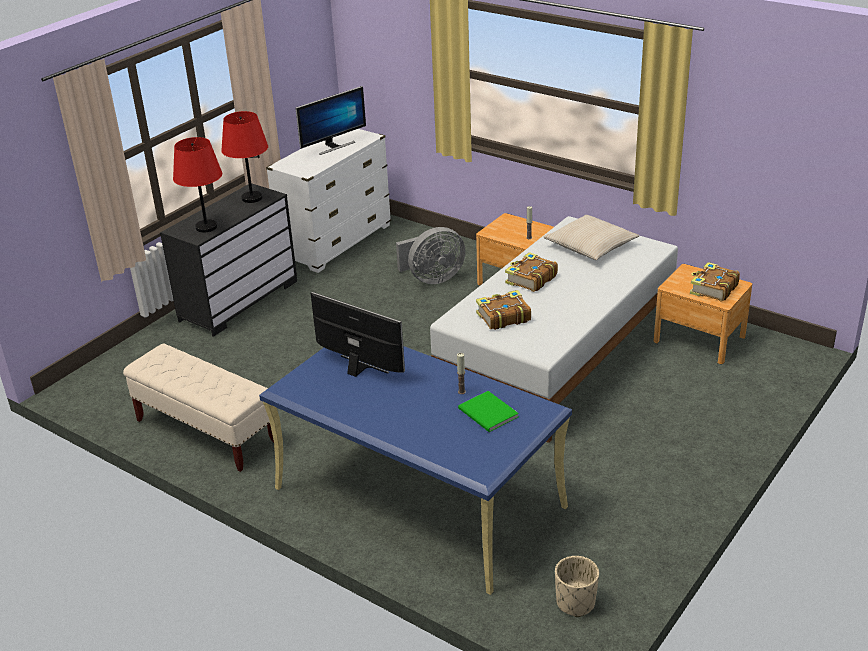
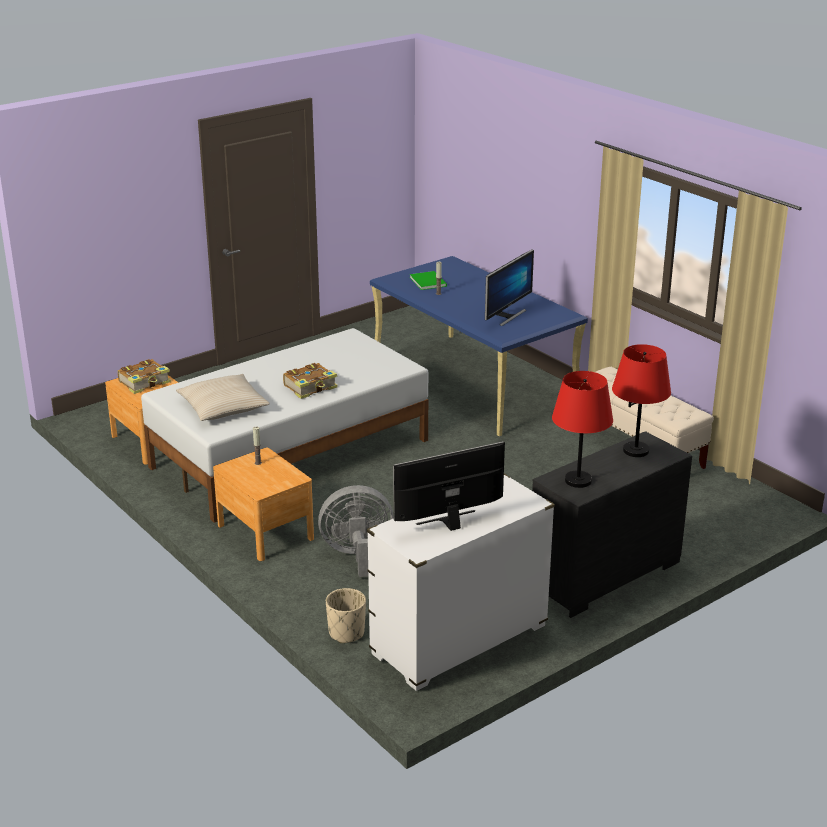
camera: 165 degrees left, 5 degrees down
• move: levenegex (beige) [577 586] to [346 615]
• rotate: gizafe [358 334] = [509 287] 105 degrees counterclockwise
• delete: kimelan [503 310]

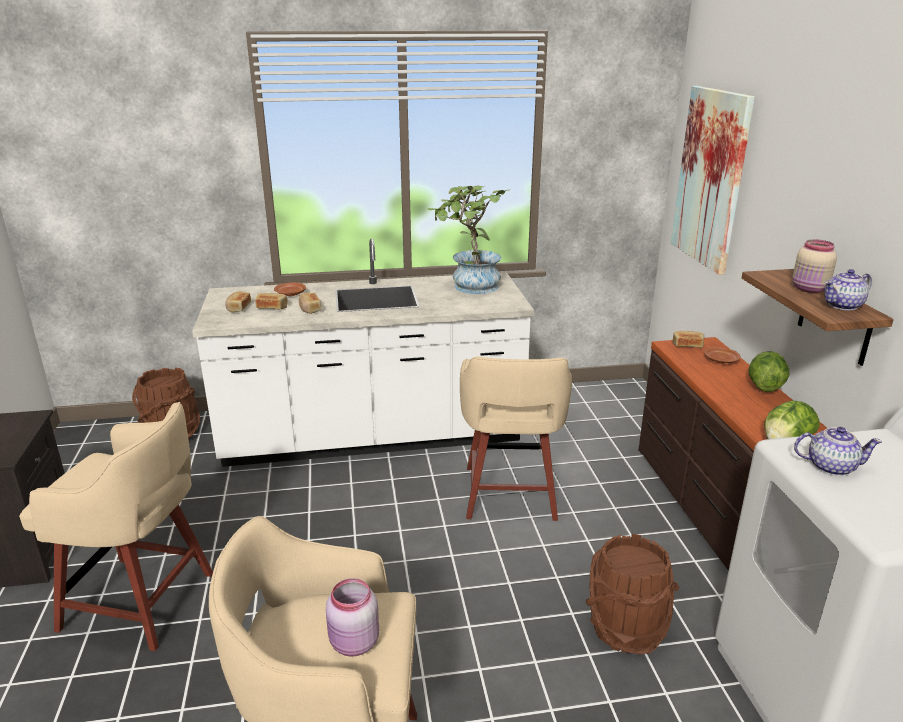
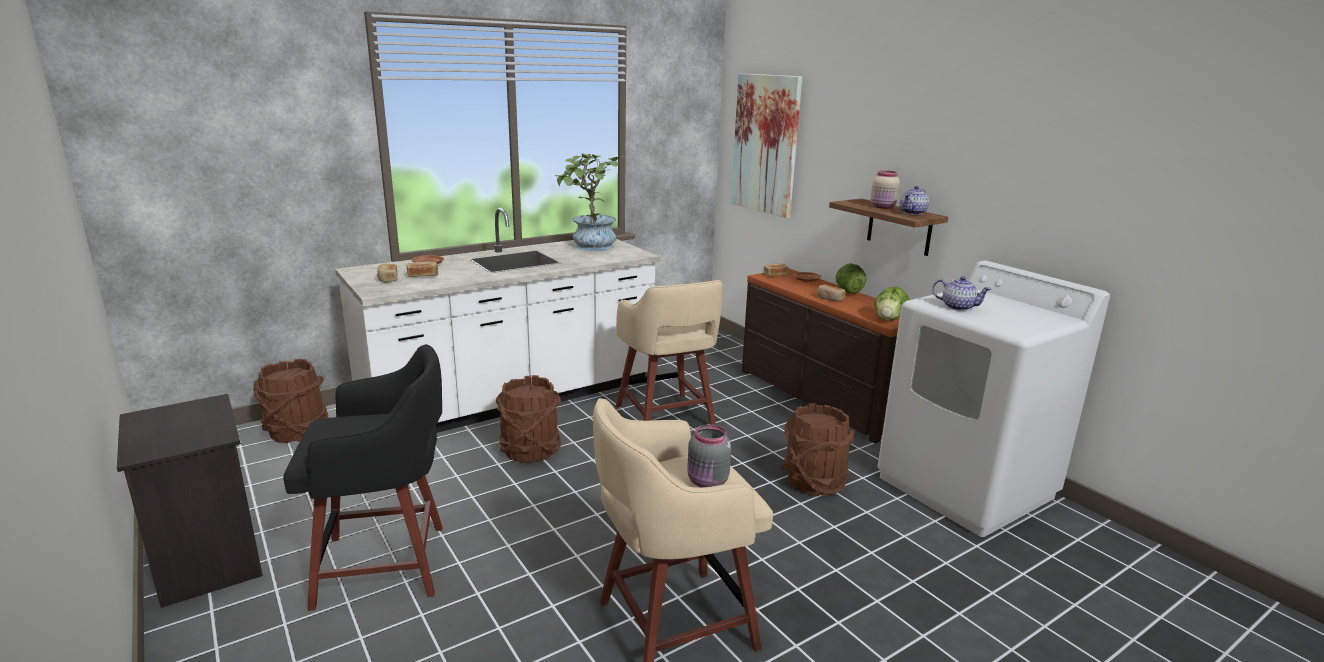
camera: 25 degrees left, 5 degrees down
• recolor: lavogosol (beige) [116 526] to lavogosol (black) [363 477]
• insert: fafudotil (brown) [529 419]
• recolor: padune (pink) [352 617] to padune (grey) [709 455]
• move: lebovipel [310 303] to [831 293]
• rotate: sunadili [838 451] = [962 293] 45 degrees clockwise

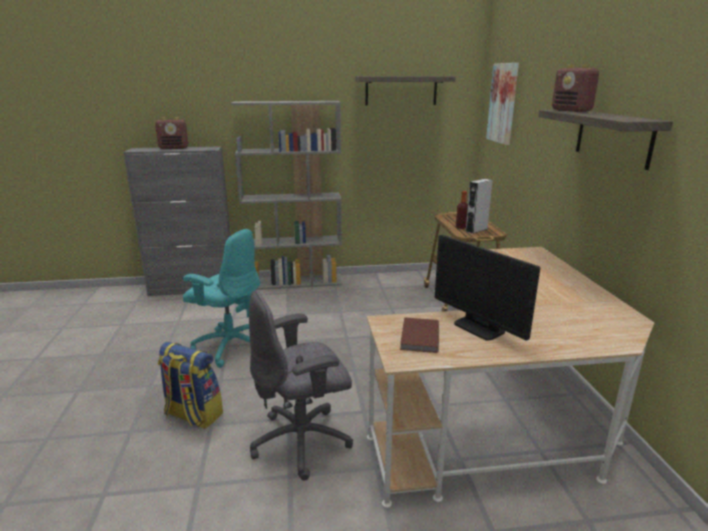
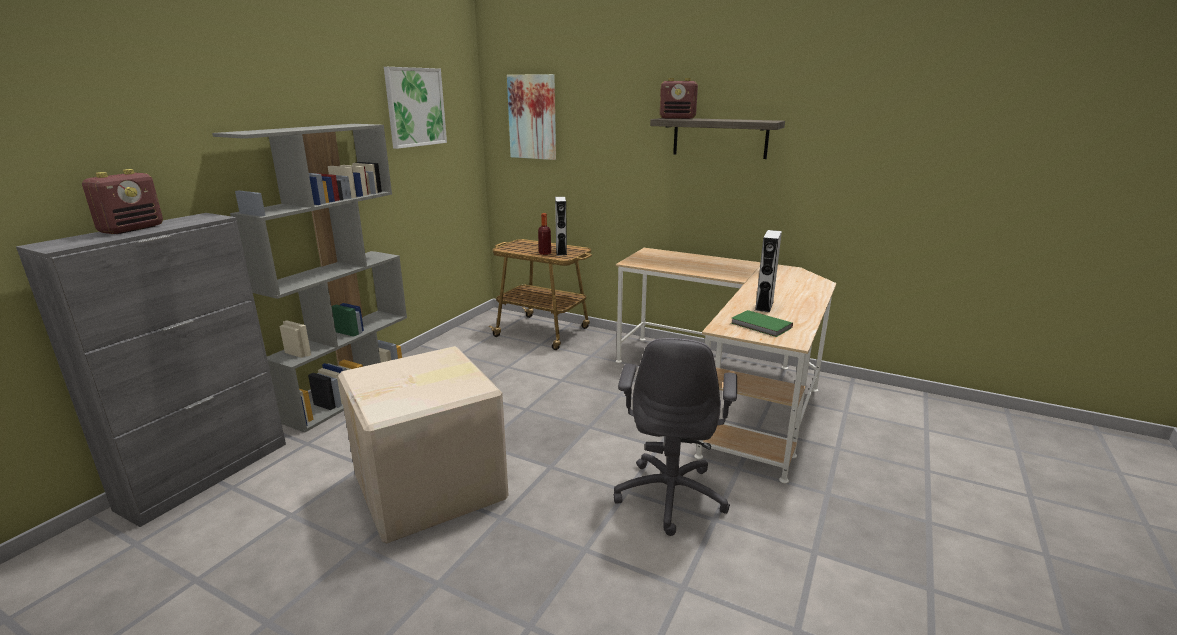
camera: 55 degrees left, 0 degrees up
• replace: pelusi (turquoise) [221 298] to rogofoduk [423 444]
• replace: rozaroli [405 90] to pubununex [415 108]
• recolor: kimelan (brown) [419 335] to kimelan (green) [762 323]
• replace: gizafe [487 288] to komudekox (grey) [768 271]
• delete: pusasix [190 385]

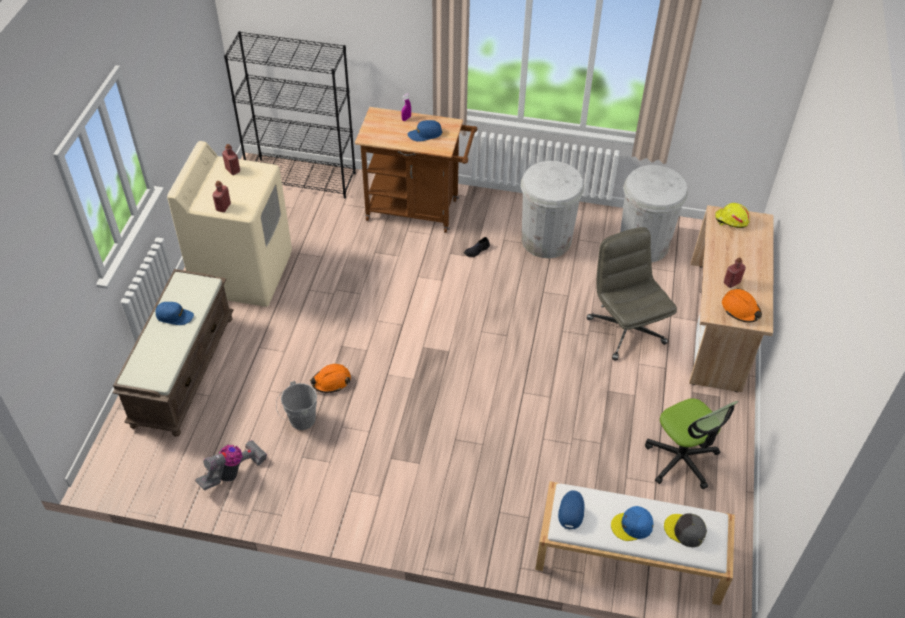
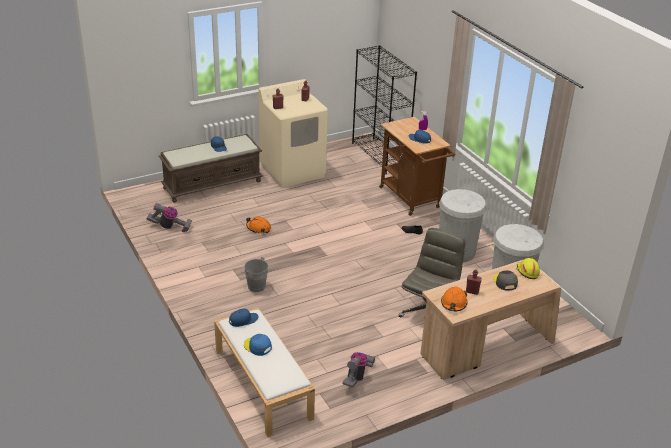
camera: 50 degrees right, 15 degrees down
• move: fafudotil (grey) [296 405] to [254 274]
• replace: pelusi [691 443] to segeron [358 369]
• move: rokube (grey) [685 530] to [506 280]

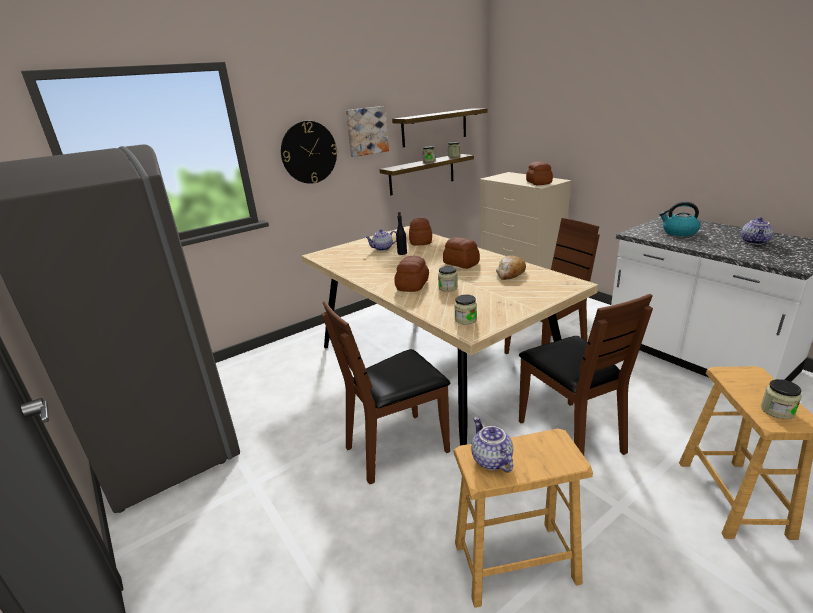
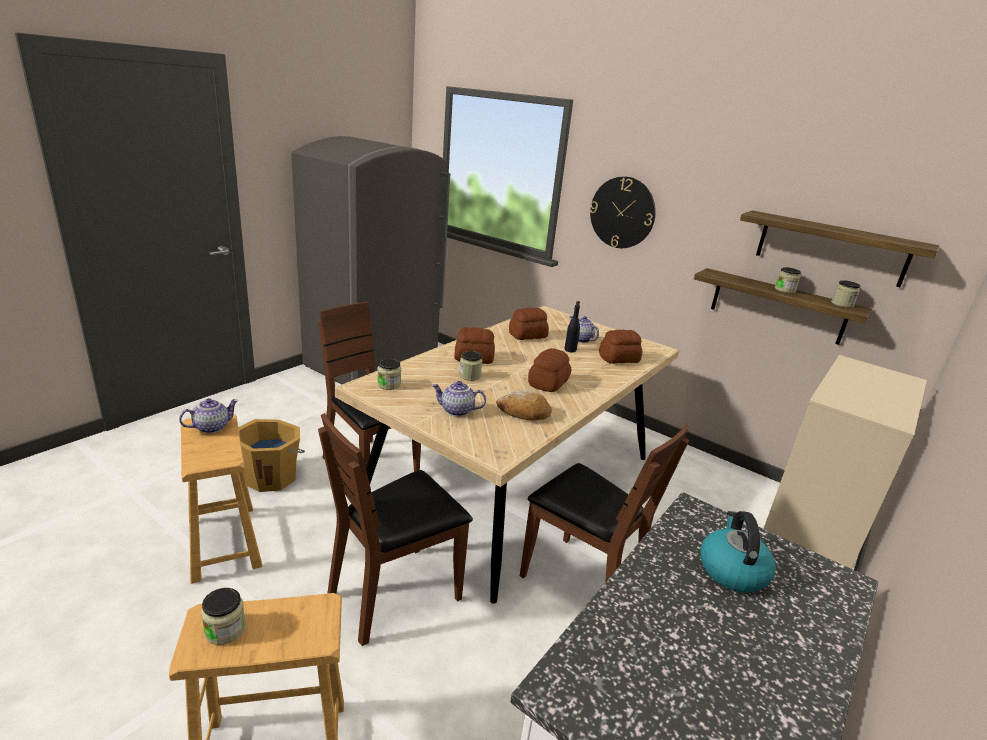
camera: 70 degrees right, 0 degrees up
• insert: fafudotil (orange) [271 455]
• move: sunadili [757 231] to [459 399]
• move: lebovipel [539 173] to [529 324]
• delete: pubununex [367 131]

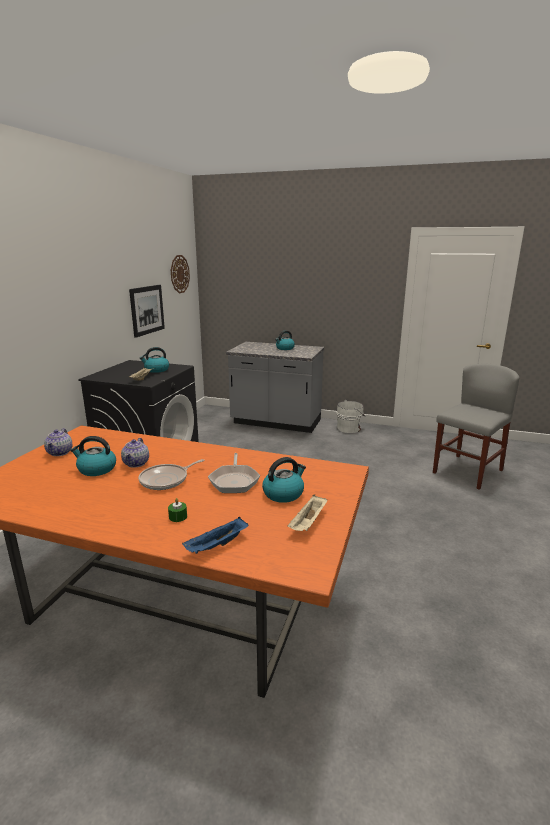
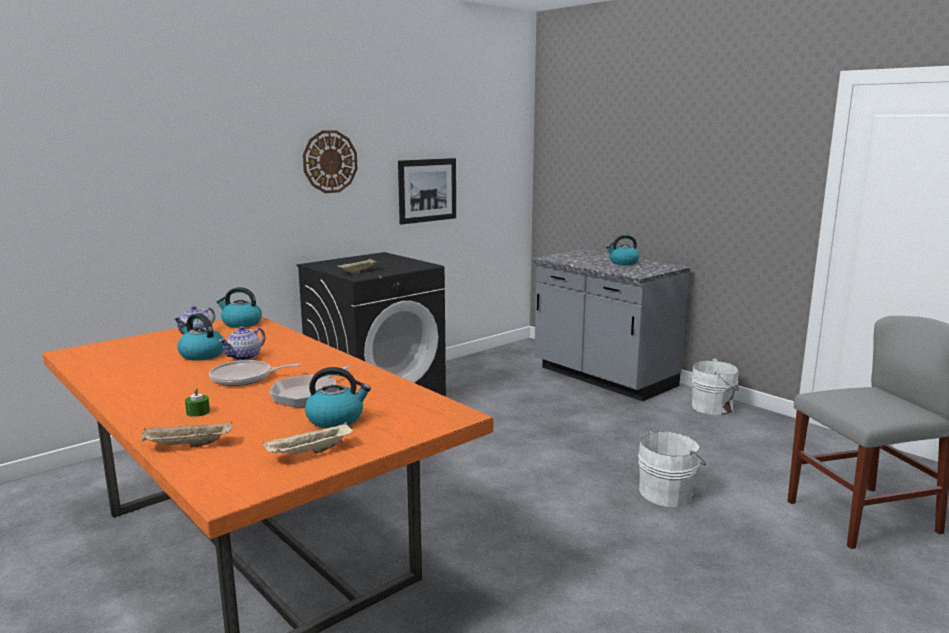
camera: 30 degrees right, 5 degrees down
• recolor: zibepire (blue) [215 535] to zibepire (beige) [186 434]
• move: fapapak [154 360] to [239 307]
• move: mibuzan [180 274] to [330 161]
• insert: fafudotil (white) [672 468]

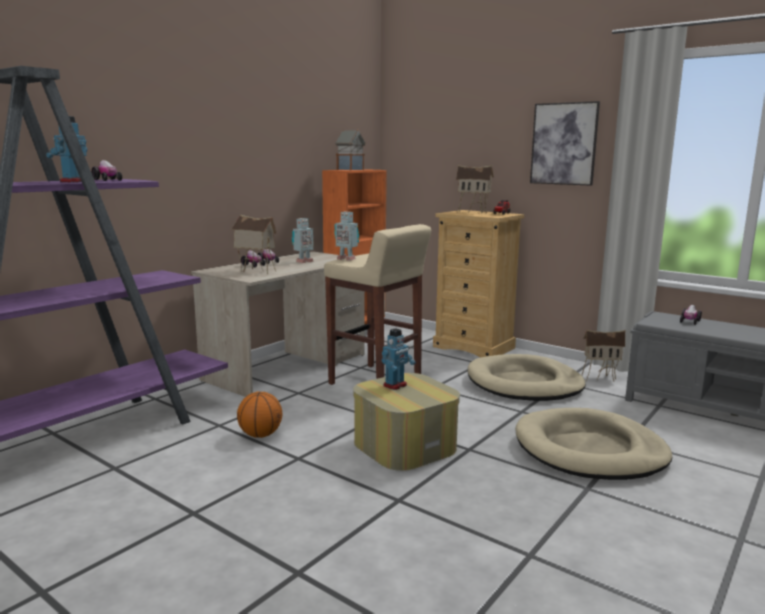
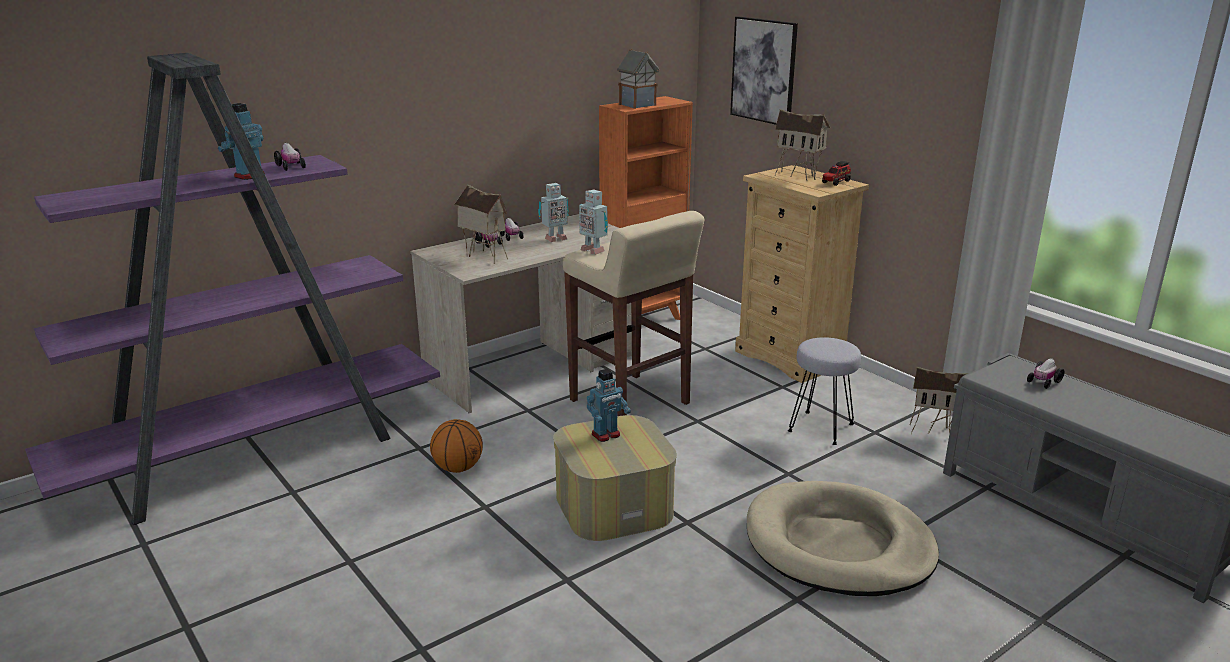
camera: 15 degrees right, 10 degrees up
• move: pubununex [565 143] to [764 70]
• replace: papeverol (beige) [527 377] to lavogosol (grey) [824 391]

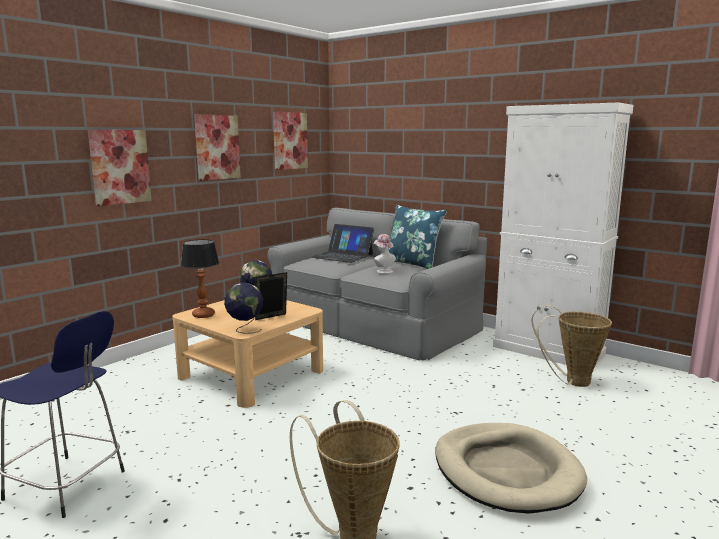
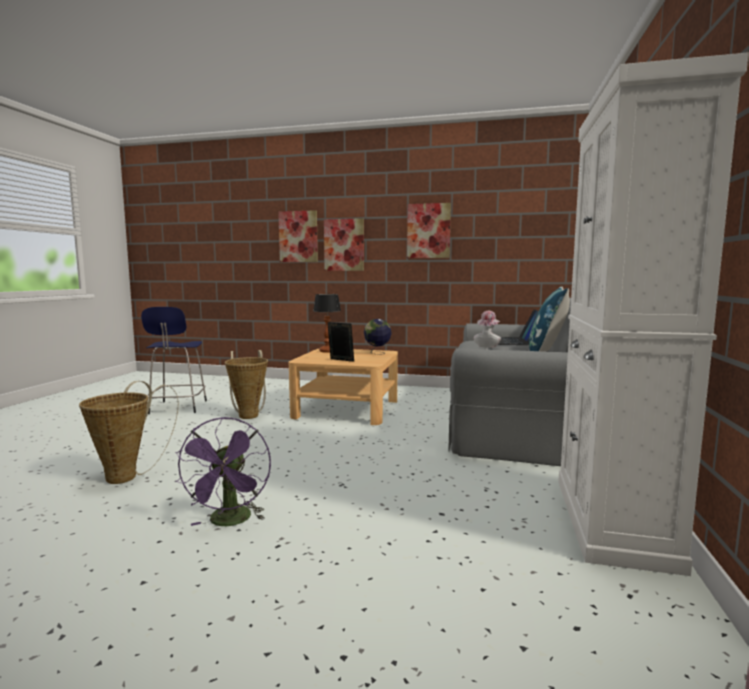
camera: 65 degrees right, 5 degrees down
• replace: papeverol (beige) [511 468] to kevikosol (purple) [223 471]
• move: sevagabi [572 346] to [246 384]
• move: pubununex [290 141] to [298 236]
• delete: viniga [243 308]

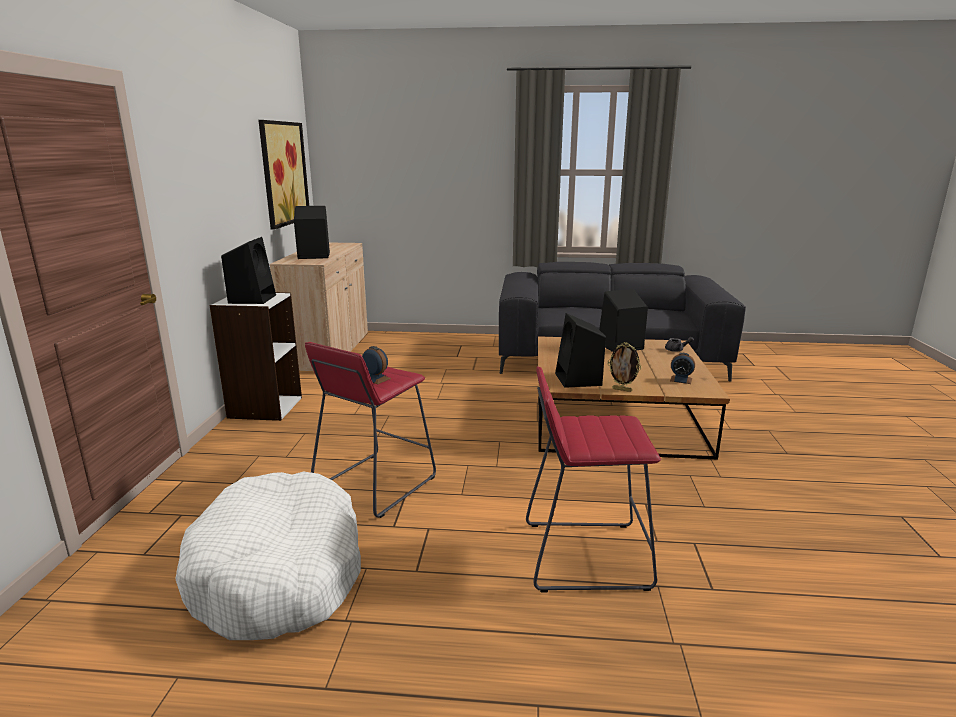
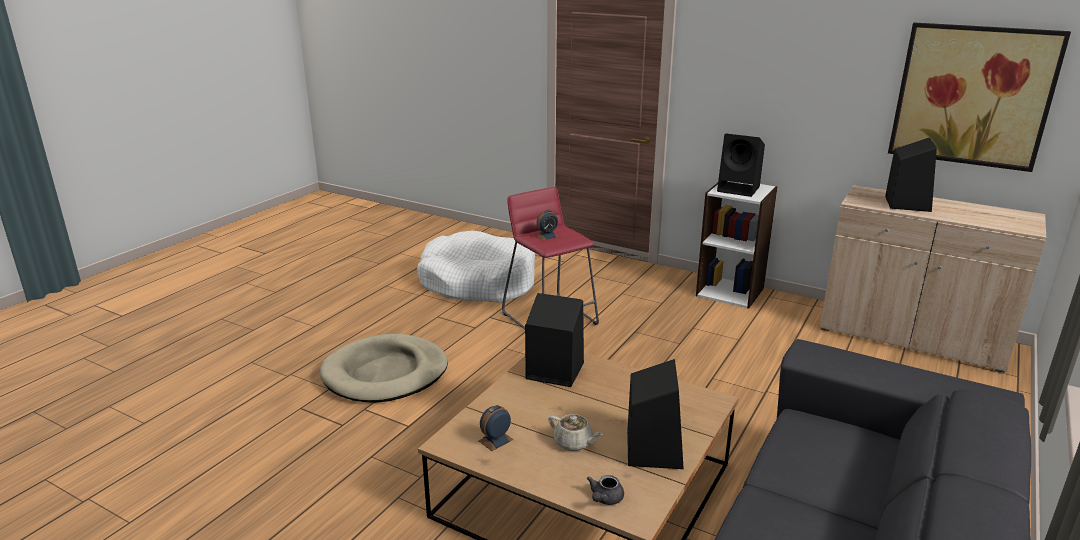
camera: 115 degrees right, 5 degrees up
• replace: lavogosol (red) [593 479] to papeverol (beige) [384 368]
• insert: sunadili (beige) [575 432]
• delete: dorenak [624 367]

